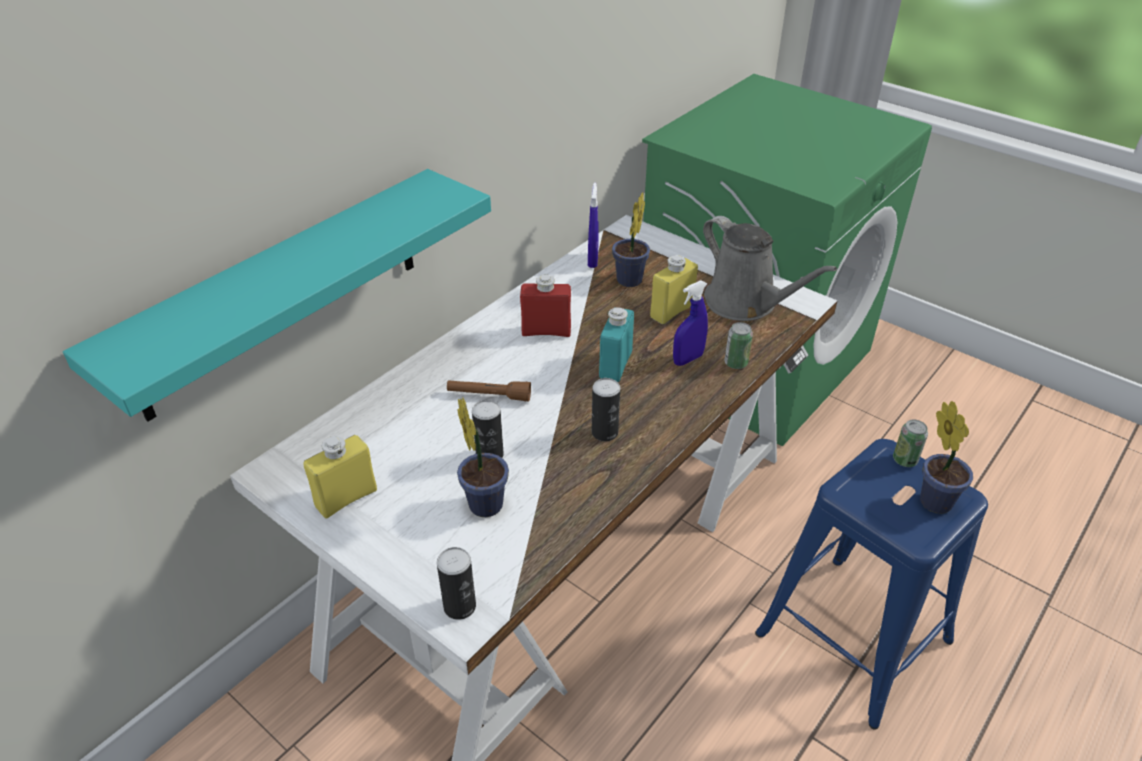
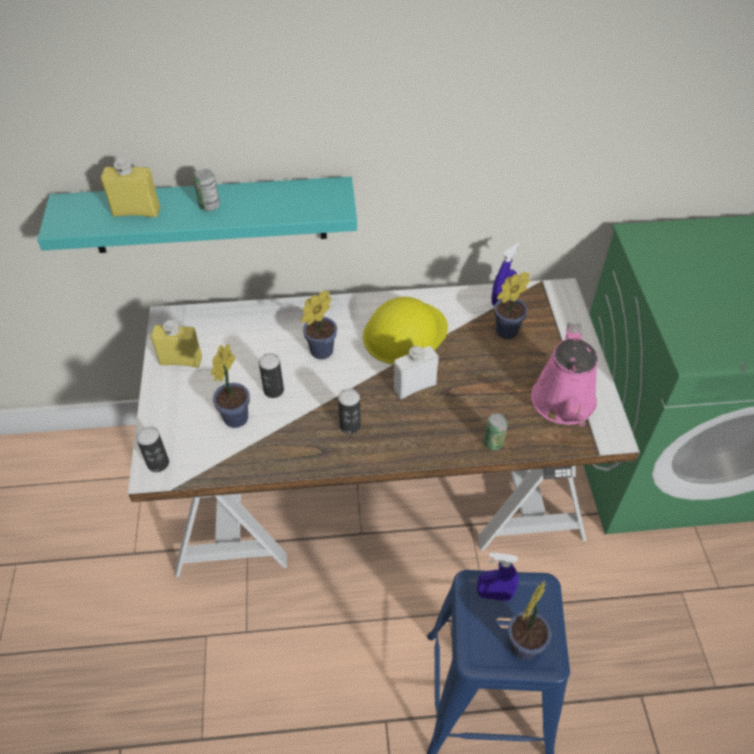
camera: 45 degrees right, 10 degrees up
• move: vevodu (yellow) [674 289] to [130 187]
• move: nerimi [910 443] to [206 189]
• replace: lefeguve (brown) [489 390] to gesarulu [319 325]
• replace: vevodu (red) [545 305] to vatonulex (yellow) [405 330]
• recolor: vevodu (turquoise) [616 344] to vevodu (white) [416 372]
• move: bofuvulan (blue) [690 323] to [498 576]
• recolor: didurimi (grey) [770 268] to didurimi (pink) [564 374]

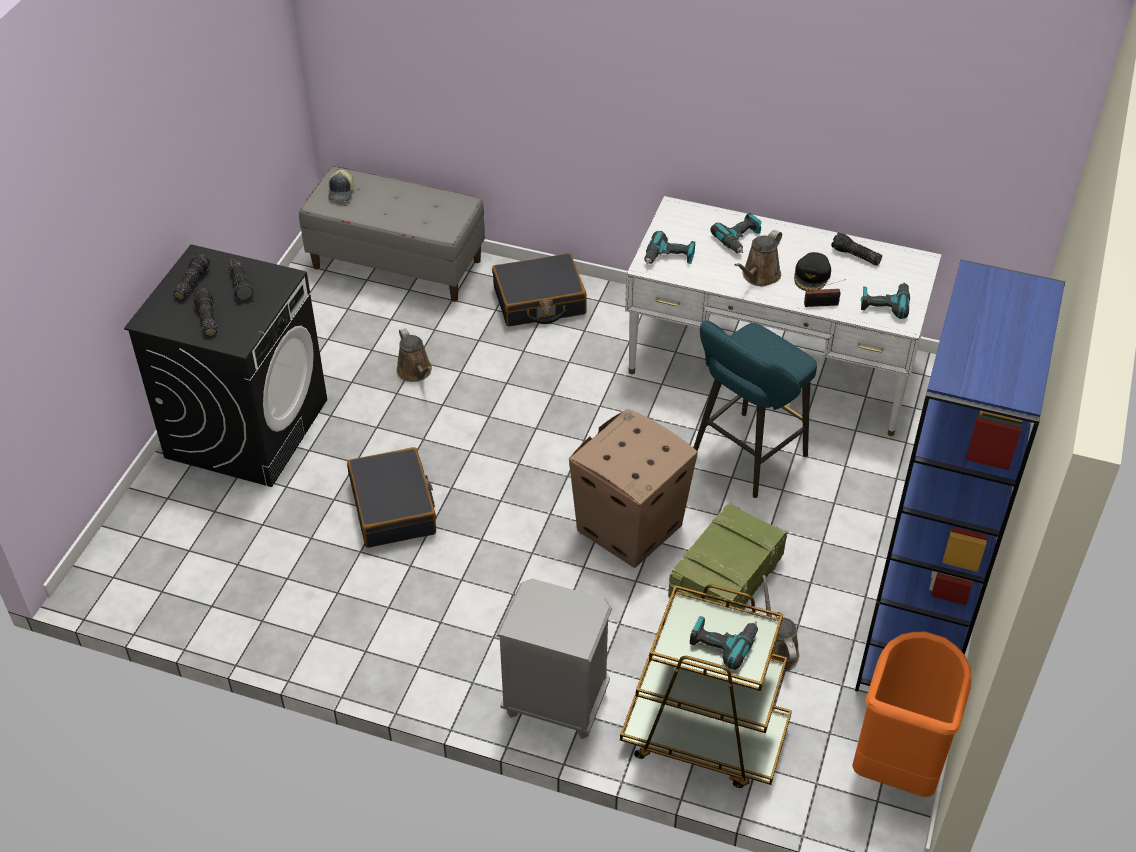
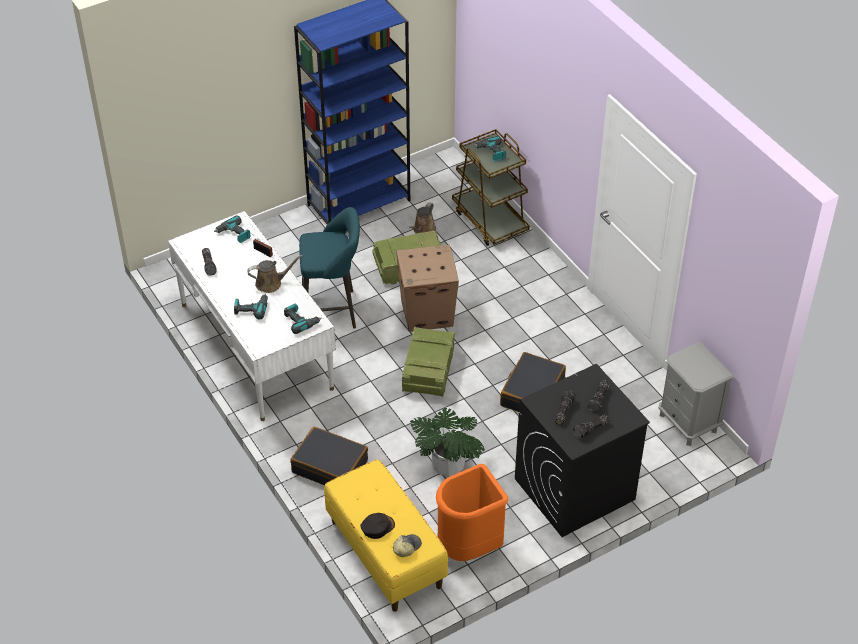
camera: 140 degrees left, 0 degrees up
• recolor: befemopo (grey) [392 234] to befemopo (yellow) [386 535]
• move: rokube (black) [812 271] to [377 526]
• insert: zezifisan [428 362]
• replace: didurimi (brown) [414 355] to gesarulu [447 442]
• move: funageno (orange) [912 714] to [472 512]
• move: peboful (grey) [554 659] to [696 394]

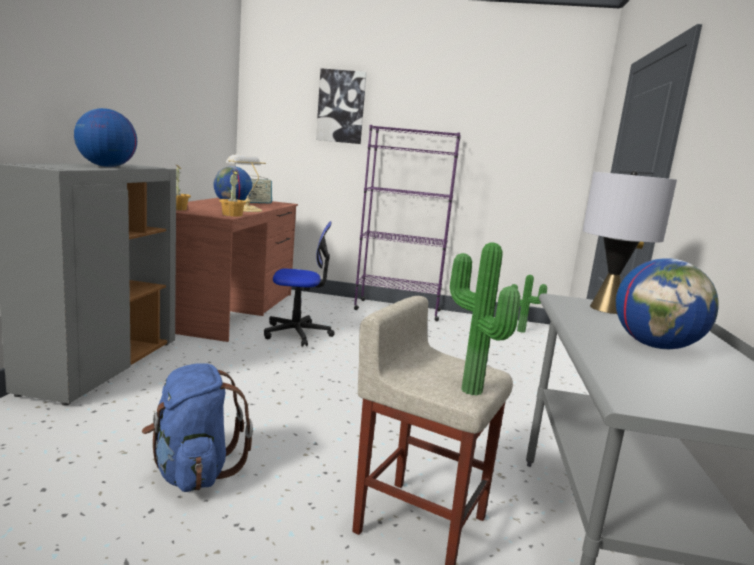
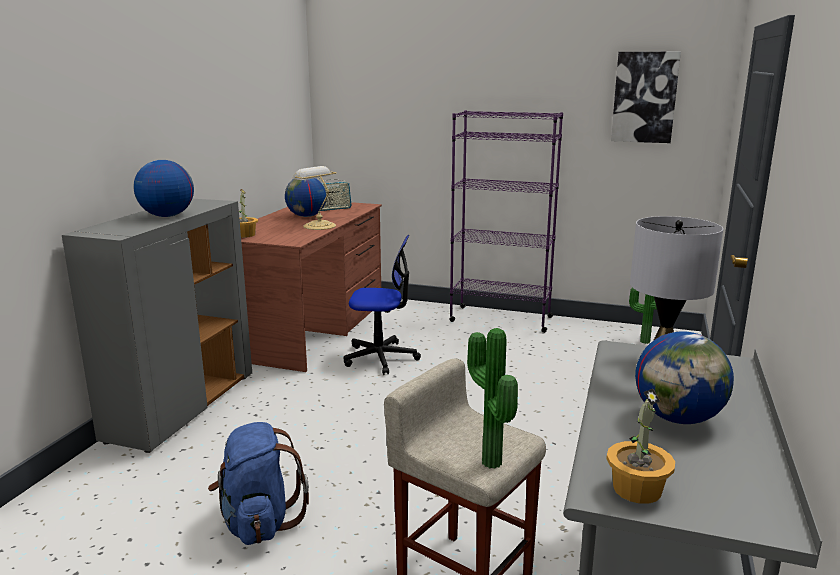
camera: 10 degrees right, 5 degrees up
• move: gesarulu [233 194] to [640 446]
• move: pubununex [341 106] to [646 97]

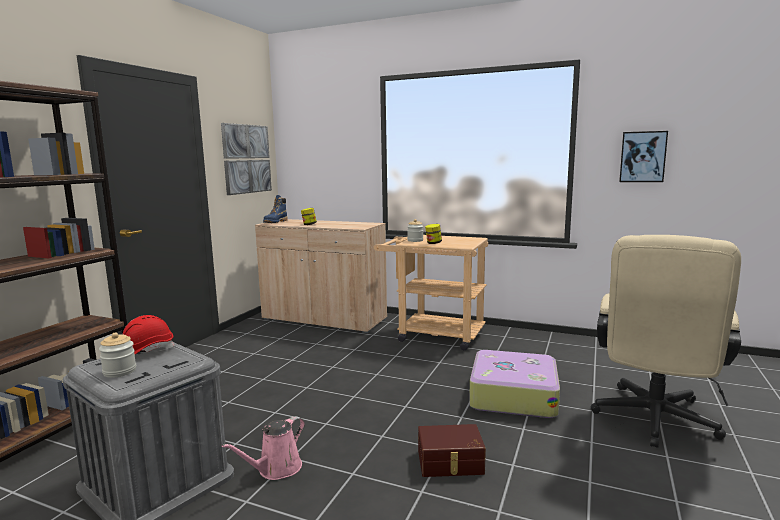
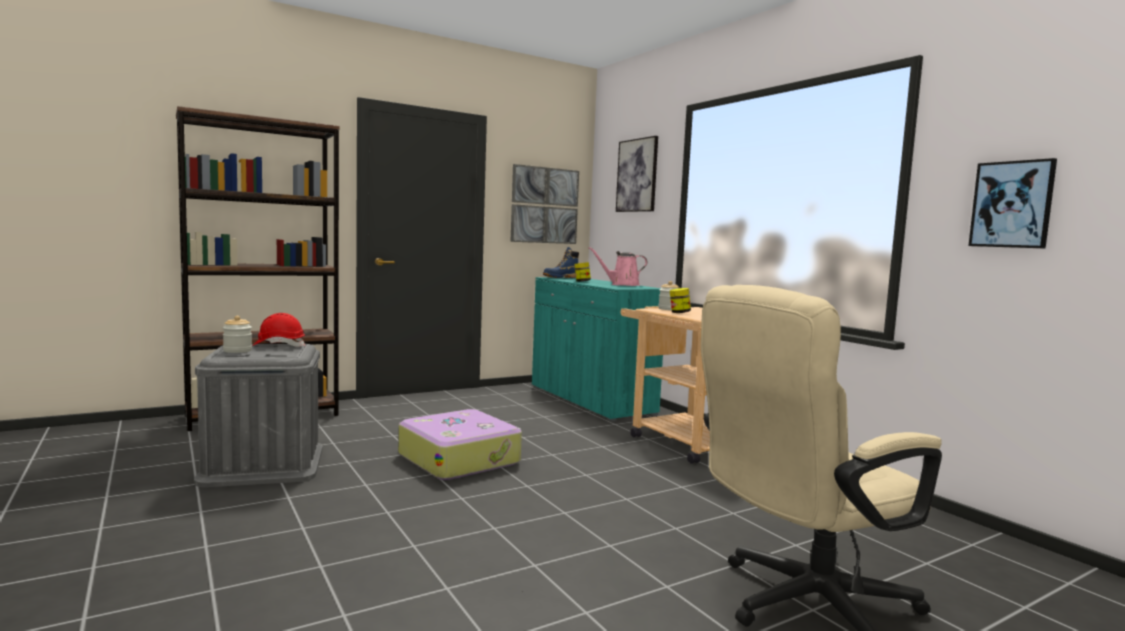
camera: 35 degrees right, 5 degrees down
• move: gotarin [514 384] to [460 444]
• recolor: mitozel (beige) [321 276] to mitozel (turquoise) [597 349]
• move: didurimi (pink) [263 448] to [617 266]
• insert: pubununex [637 174]
• delete: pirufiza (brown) [452 450]

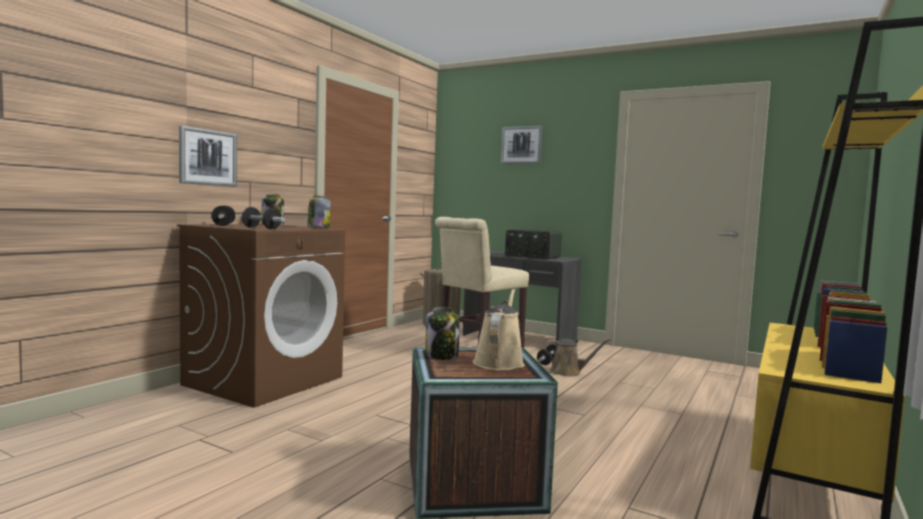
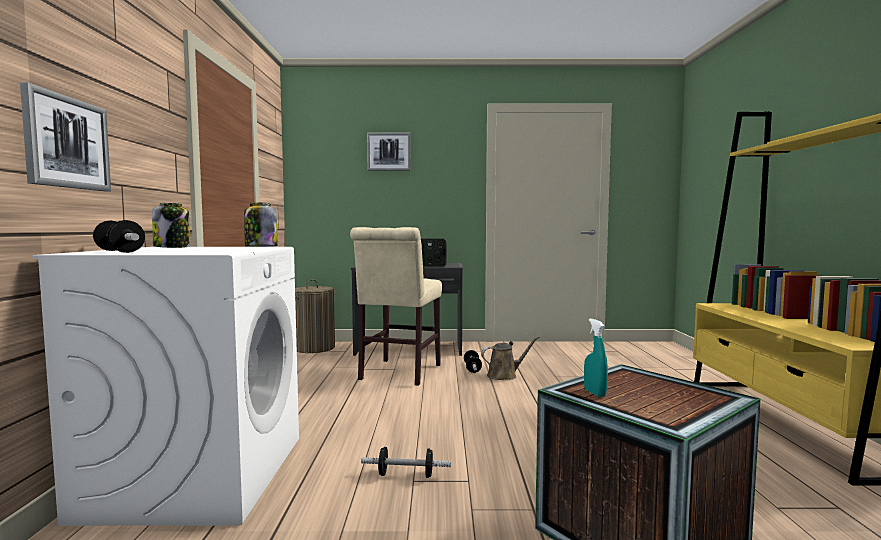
camera: 30 degrees left, 0 degrees up
• recolor: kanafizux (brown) [261 316] to kanafizux (white) [165 386]
• move: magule [262 218] to [406 462]
• replace: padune [442 333] to bofuvulan (turquoise) [596 358]
• delete: didurimi (beige) [499 330]

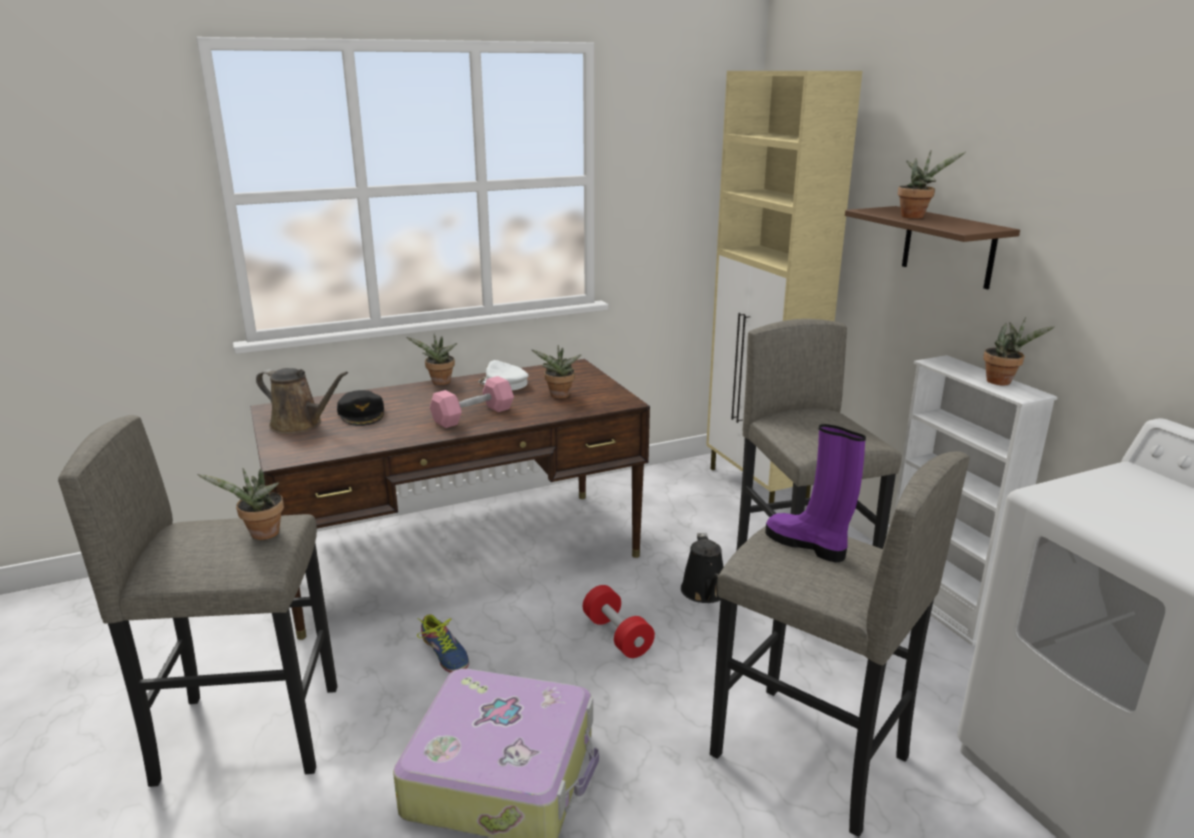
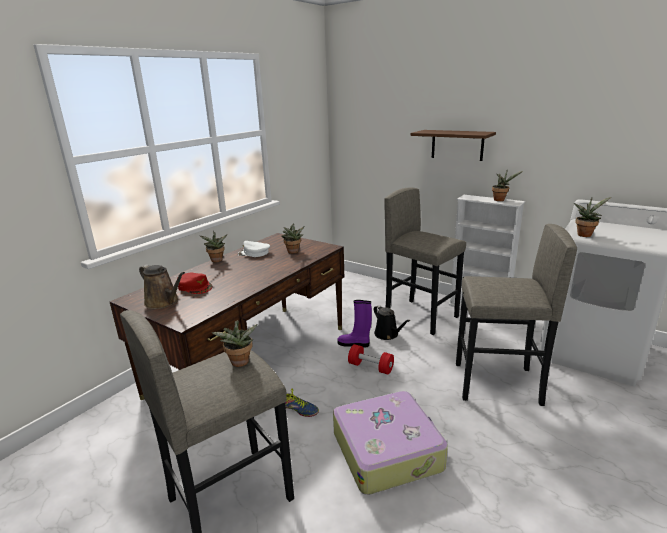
camera: 30 degrees left, 0 degrees up
• rotate: didurimi (brown) [302 401] = [162 287] 45 degrees clockwise
• recolor: rokube (black) [360 408] to rokube (red) [195 283]
• move: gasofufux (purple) [815 493] to [355 324]
• move: gesarulu [931 184] to [592 217]
• delete: magule (pink) [472 402]
• delete: mitozel (beige) [784 288]

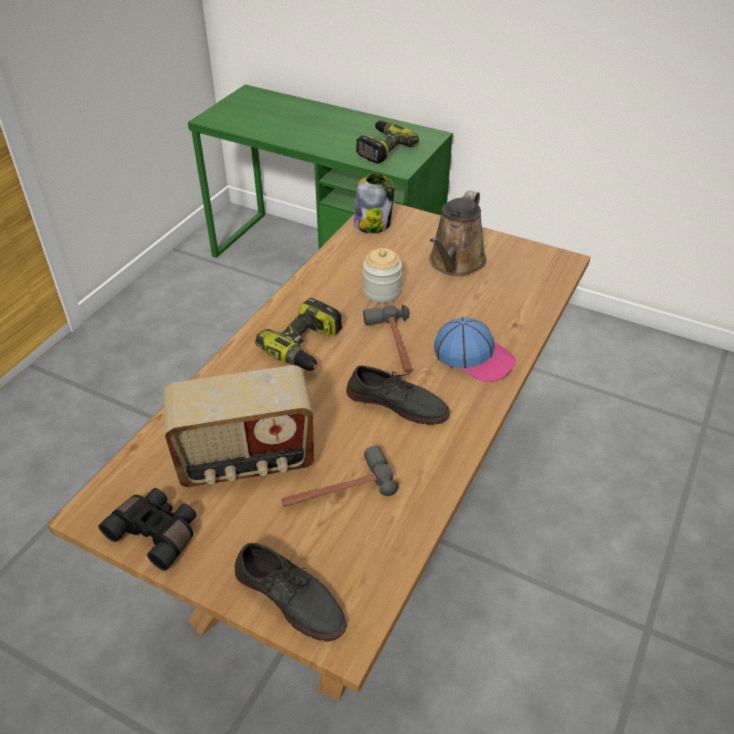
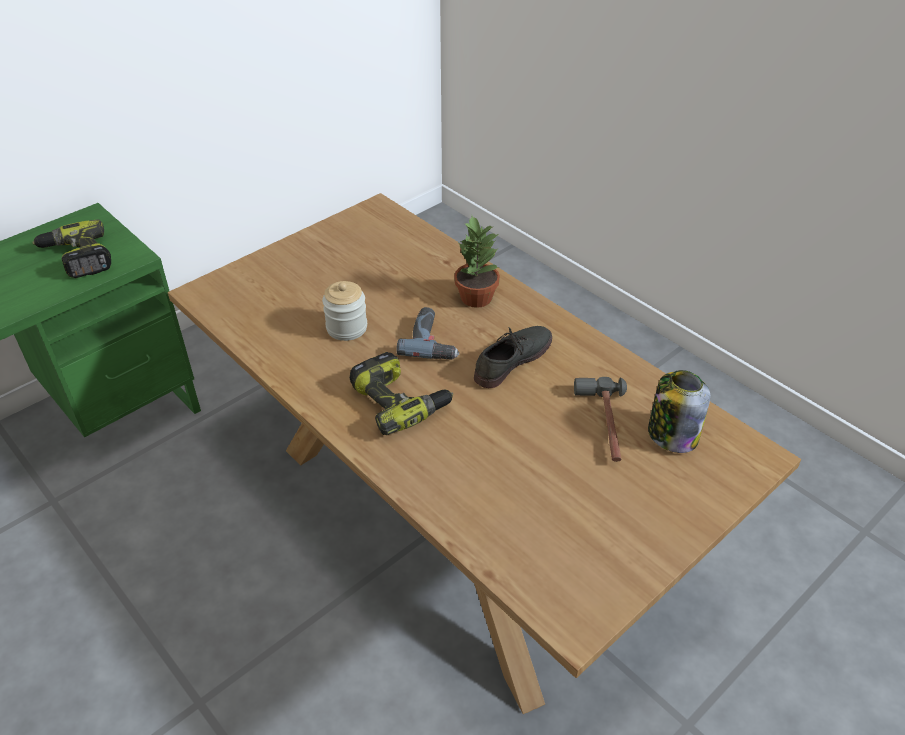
camera: 70 degrees left, 0 degrees up
• replace: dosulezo [387 339] to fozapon [427 333]
• replace: rokube [475 349] to gesarulu [477 262]
• move: padune [374 203] to [679 411]
• delete: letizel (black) [147 529]
• delete: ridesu [238 426]
• delete: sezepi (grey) [291 592]
• delete: didurimi (brown) [458 233]

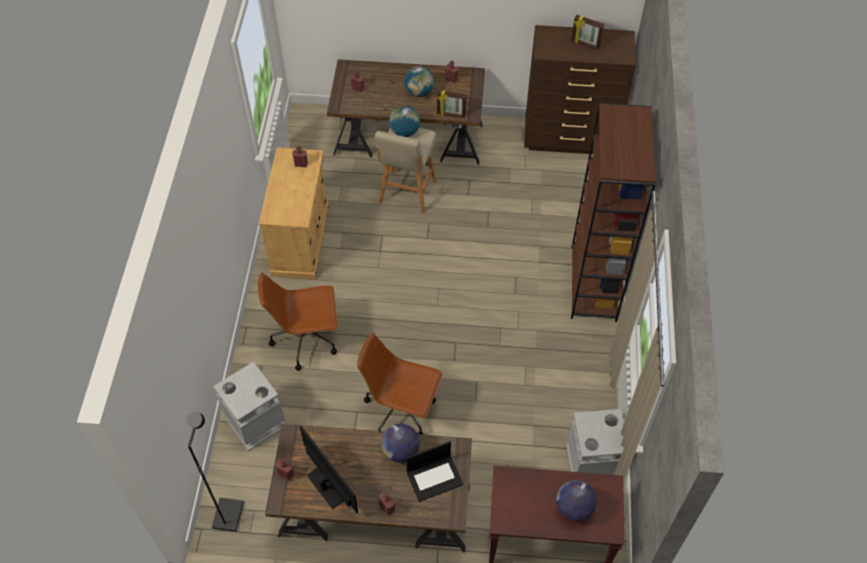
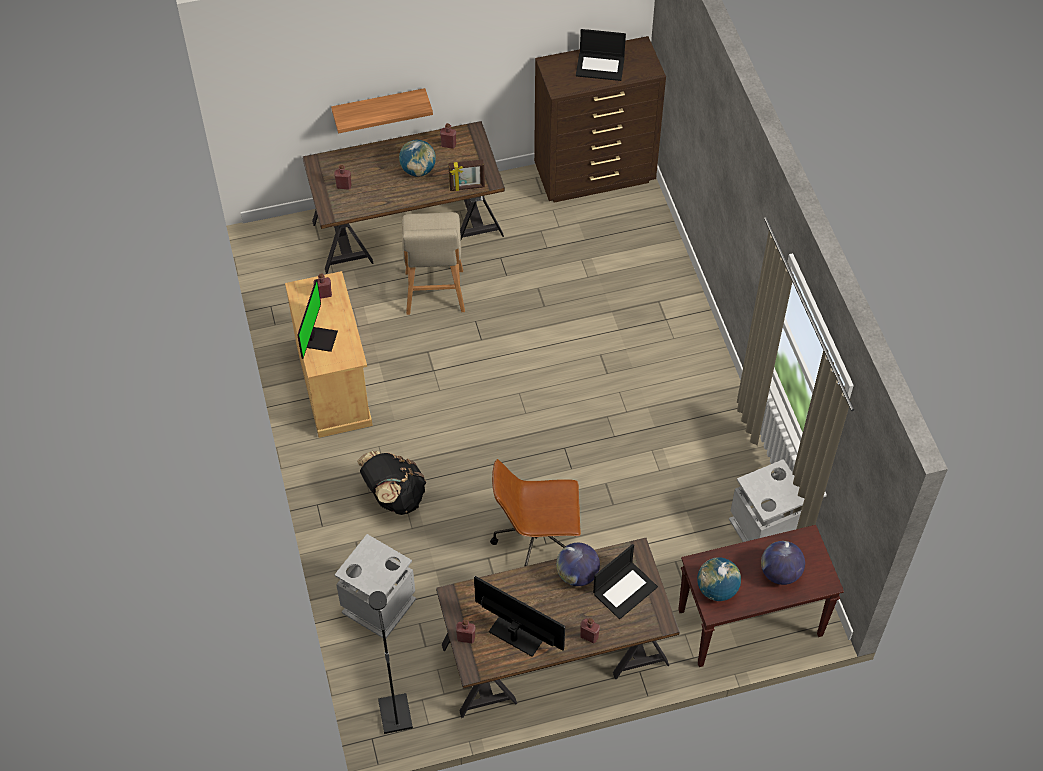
camera: 20 degrees left, 0 degrees up
• insert: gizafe [318 319]
• insert: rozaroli [382 110]
• replace: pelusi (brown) [298 322] to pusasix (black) [391 483]
• replace: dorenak [587 32] to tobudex [601 55]
• move: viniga [404 121] to [719 579]
• delete: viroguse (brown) [613 212]

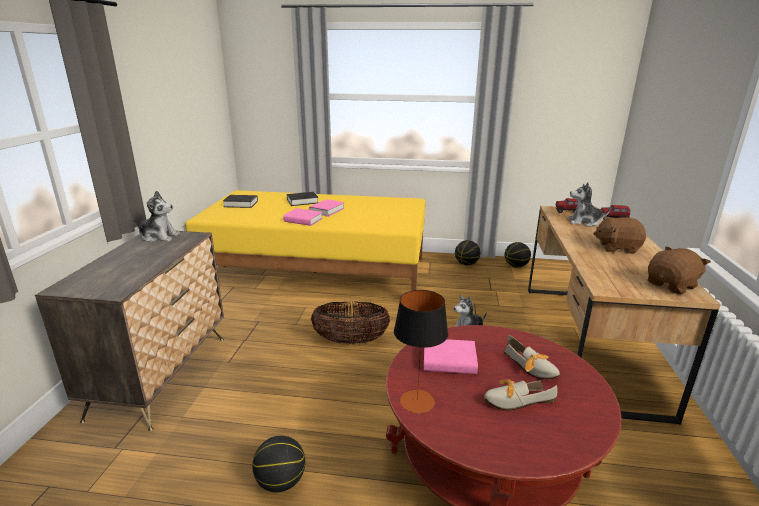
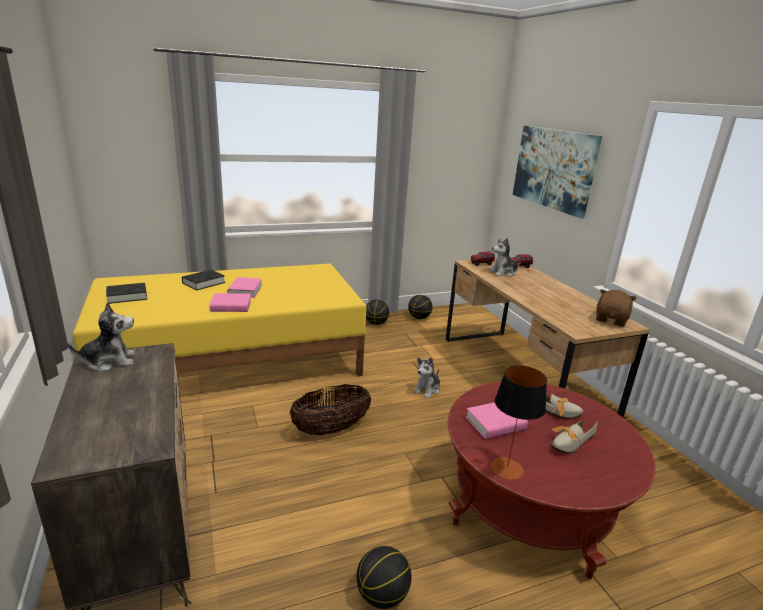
camera: 30 degrees left, 0 degrees up
• insert: pubununex [557 172]
• delete: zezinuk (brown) [619 235]

